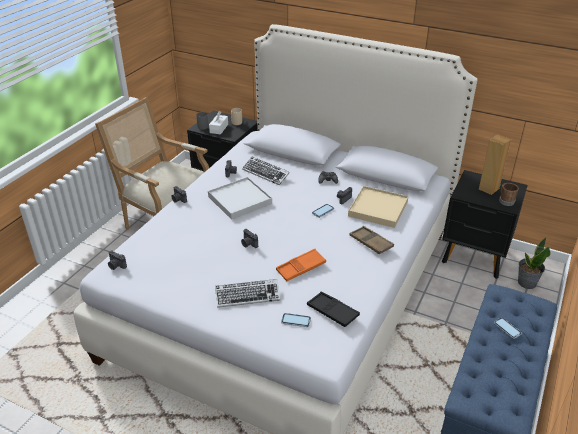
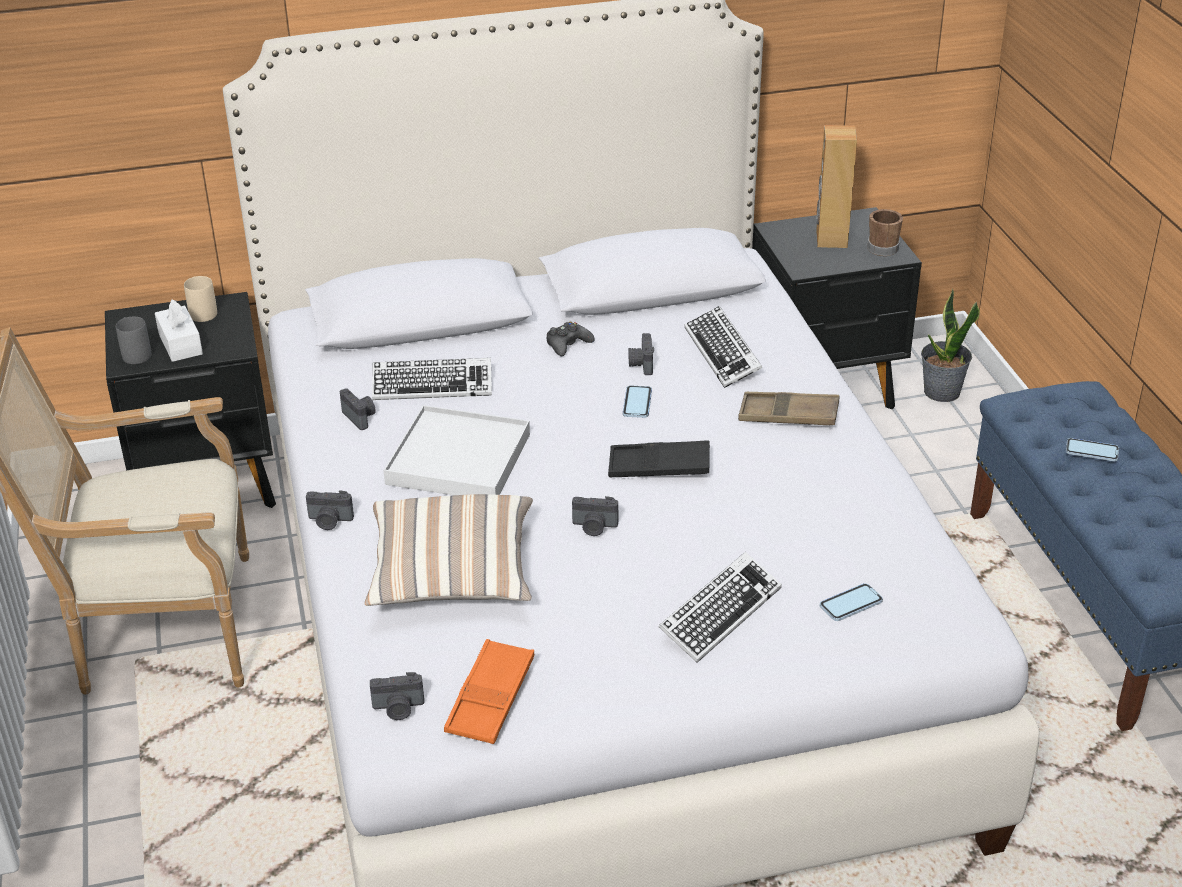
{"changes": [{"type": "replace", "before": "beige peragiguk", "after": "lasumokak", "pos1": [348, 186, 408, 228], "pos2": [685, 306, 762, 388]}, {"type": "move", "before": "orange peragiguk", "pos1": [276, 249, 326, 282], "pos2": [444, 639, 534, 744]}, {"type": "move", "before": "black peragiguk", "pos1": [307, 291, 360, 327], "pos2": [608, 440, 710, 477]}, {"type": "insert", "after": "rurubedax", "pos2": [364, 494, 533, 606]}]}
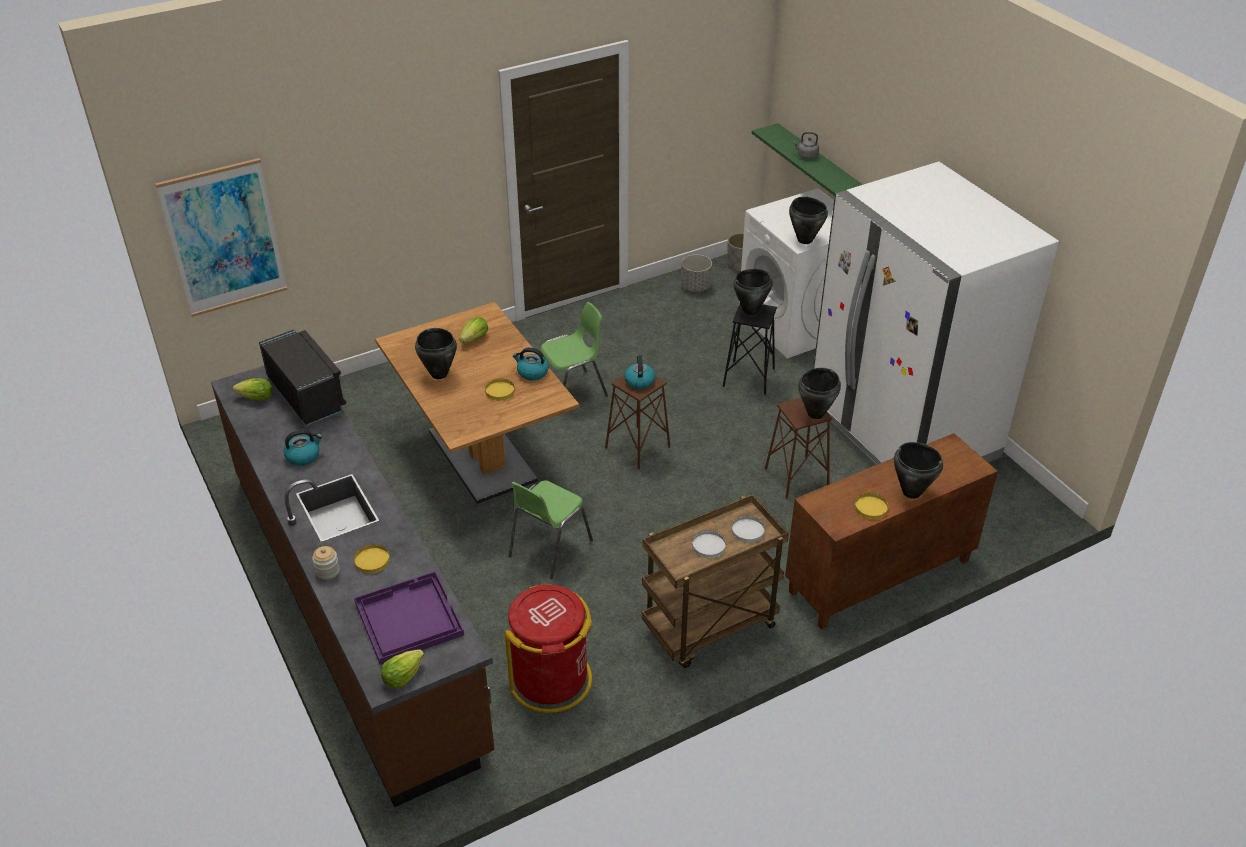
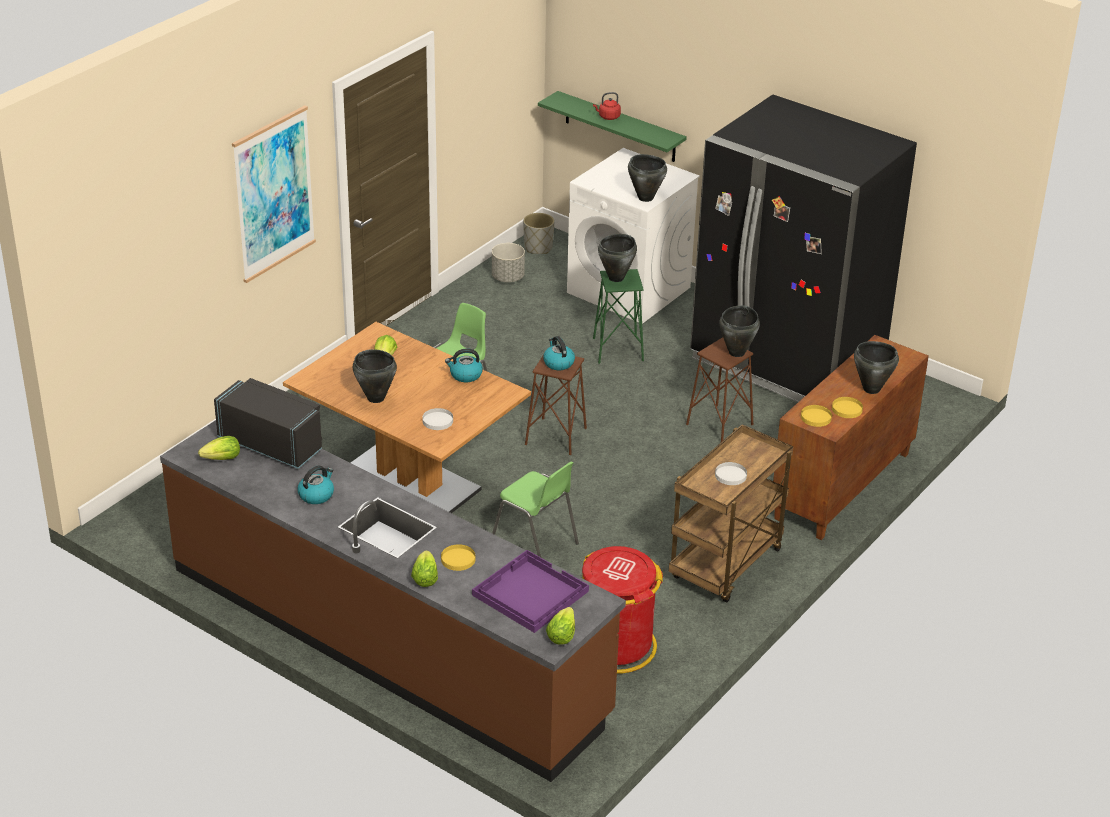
{"changes": [{"type": "recolor", "before": "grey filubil", "after": "red filubil", "pos1": [793, 132, 819, 159], "pos2": [593, 92, 621, 120]}, {"type": "move", "before": "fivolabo", "pos1": [155, 158, 287, 317], "pos2": [232, 105, 316, 283]}, {"type": "recolor", "before": "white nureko", "after": "black nureko", "pos1": [813, 162, 1059, 465], "pos2": [690, 95, 917, 402]}, {"type": "recolor", "before": "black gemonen", "after": "green gemonen", "pos1": [723, 304, 777, 395], "pos2": [593, 269, 644, 364]}, {"type": "move", "before": "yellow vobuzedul", "pos1": [485, 378, 515, 401], "pos2": [801, 405, 832, 427]}, {"type": "rotate", "before": "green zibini", "pos1": [509, 480, 593, 579], "pos2": [492, 461, 579, 557], "turn": -60}, {"type": "move", "before": "white vobuzedul", "pos1": [731, 516, 765, 543], "pos2": [422, 408, 453, 430]}, {"type": "replace", "before": "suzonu", "after": "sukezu", "pos1": [312, 546, 340, 580], "pos2": [411, 550, 438, 587]}]}
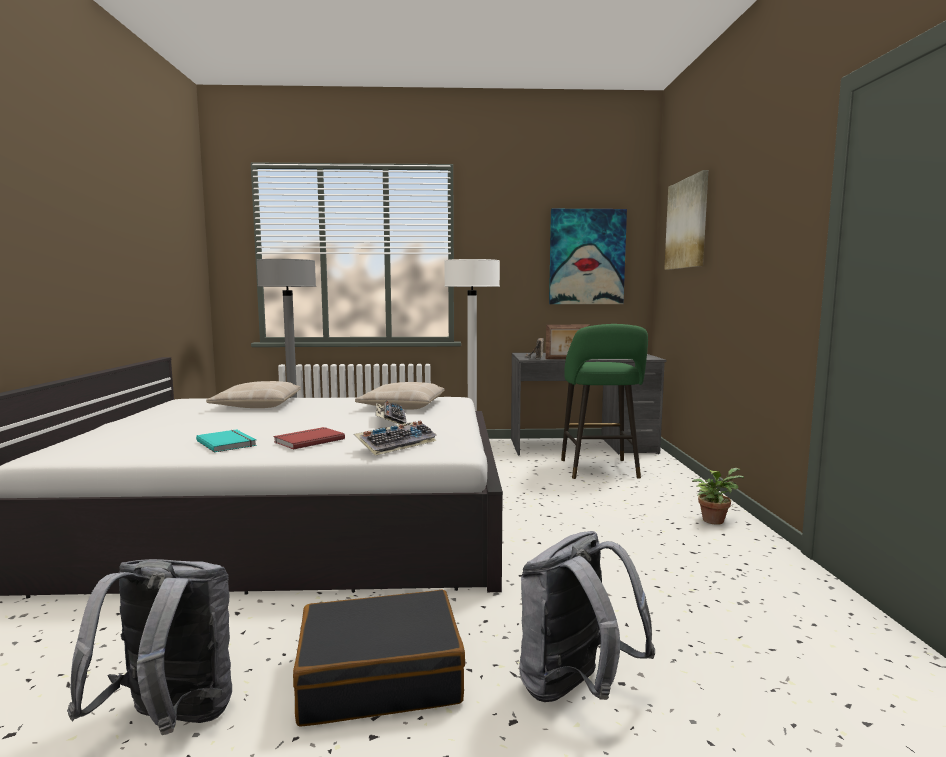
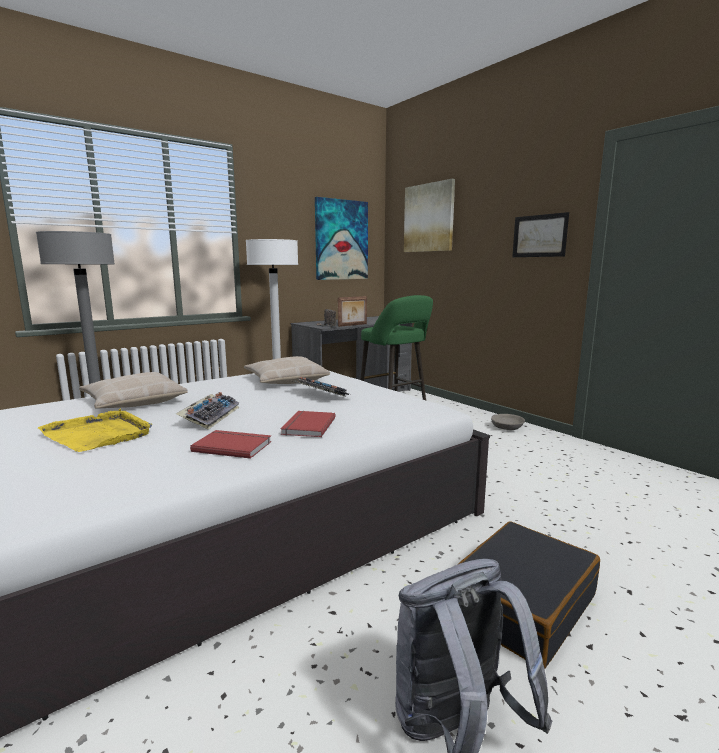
{"changes": [{"type": "move", "before": "lasumokak", "pos1": [354, 421, 437, 456], "pos2": [176, 392, 240, 430]}, {"type": "recolor", "before": "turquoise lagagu", "after": "red lagagu", "pos1": [196, 429, 257, 453], "pos2": [190, 430, 271, 459]}, {"type": "replace", "before": "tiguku", "after": "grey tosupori", "pos1": [692, 468, 744, 525], "pos2": [491, 414, 525, 430]}, {"type": "delete", "before": "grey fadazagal", "pos1": [519, 531, 655, 702]}, {"type": "insert", "after": "fivolabo", "pos2": [512, 212, 569, 257]}, {"type": "insert", "after": "yellow peragiguk", "pos2": [38, 408, 152, 452]}]}
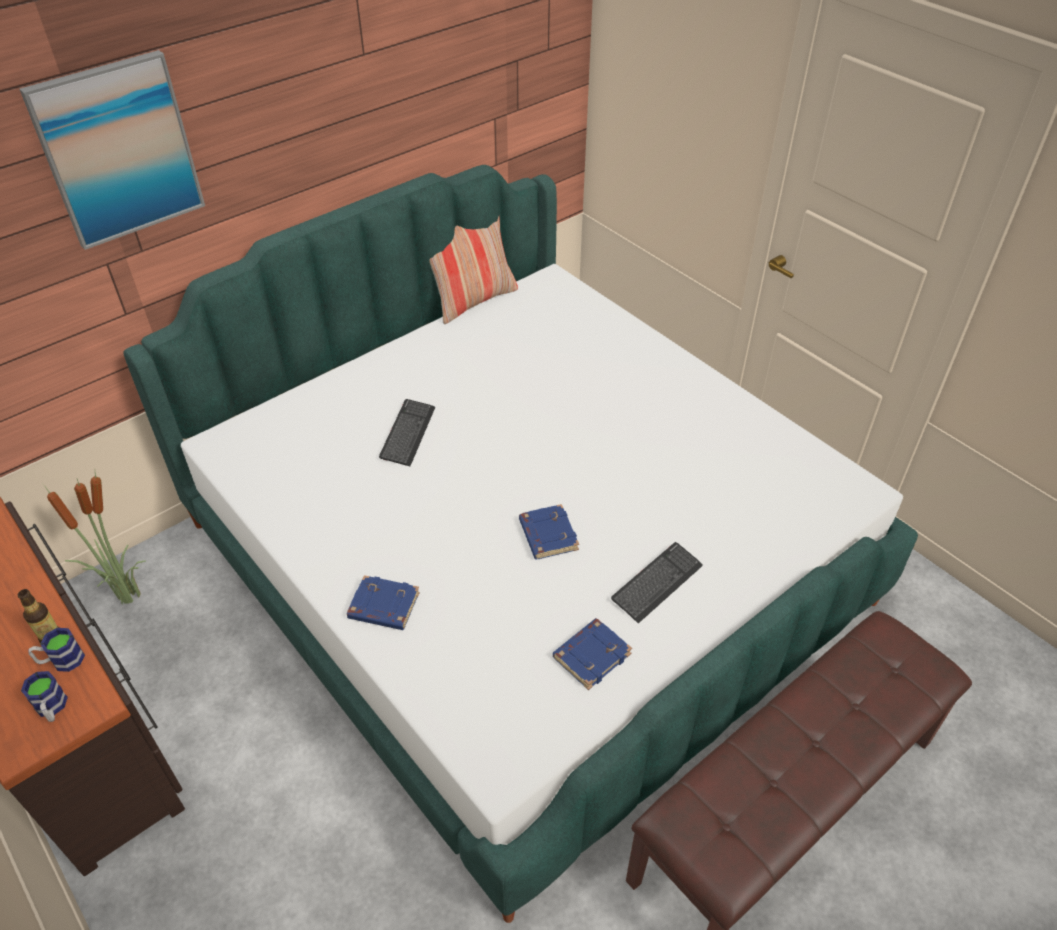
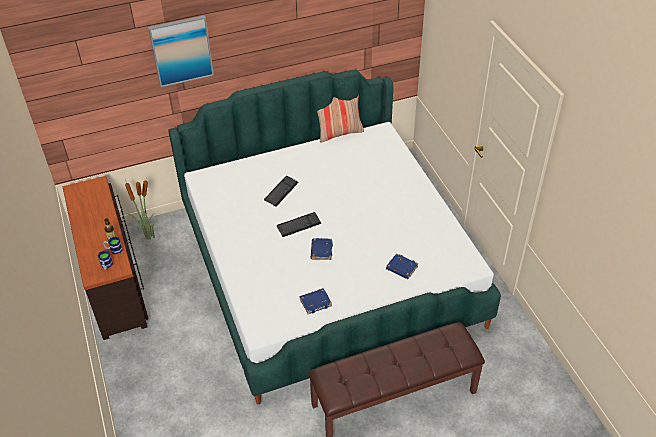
{"changes": [{"type": "move", "before": "lasumokak", "pos1": [611, 542, 703, 623], "pos2": [277, 212, 321, 237]}, {"type": "move", "before": "blue lagagu", "pos1": [347, 575, 420, 630], "pos2": [386, 253, 418, 279]}]}
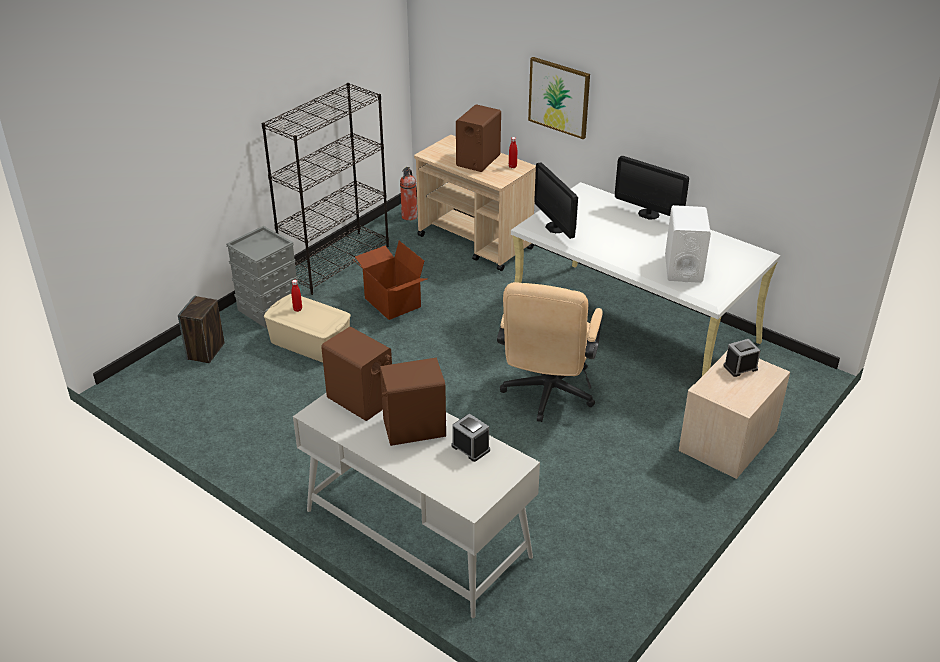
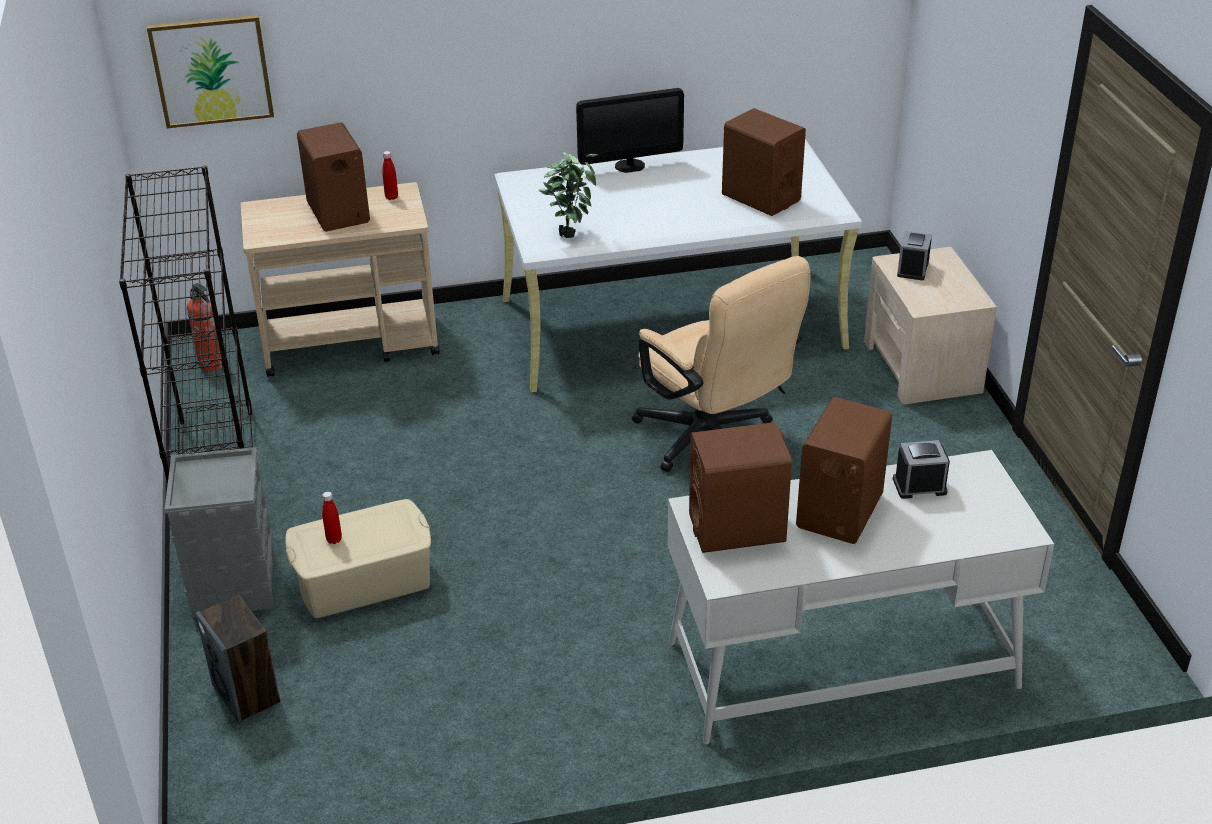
{"changes": [{"type": "move", "before": "fivolabo", "pos1": [528, 57, 590, 139], "pos2": [147, 15, 274, 128]}, {"type": "replace", "before": "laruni", "after": "tiguku", "pos1": [535, 162, 578, 239], "pos2": [538, 152, 598, 238]}, {"type": "recolor", "before": "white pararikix", "after": "brown pararikix", "pos1": [665, 205, 711, 283], "pos2": [722, 108, 806, 216]}, {"type": "delete", "before": "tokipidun", "pos1": [355, 241, 427, 320]}]}
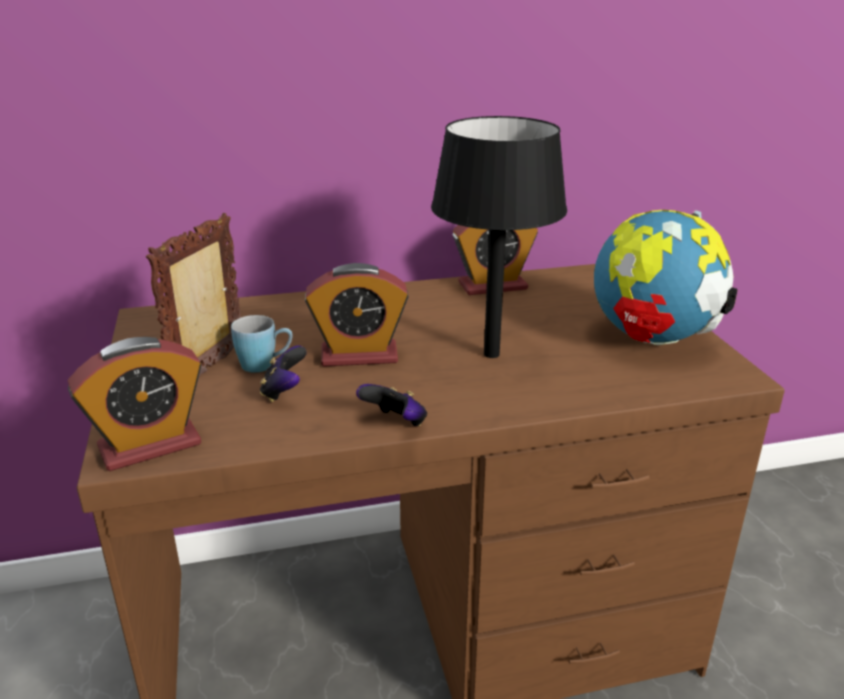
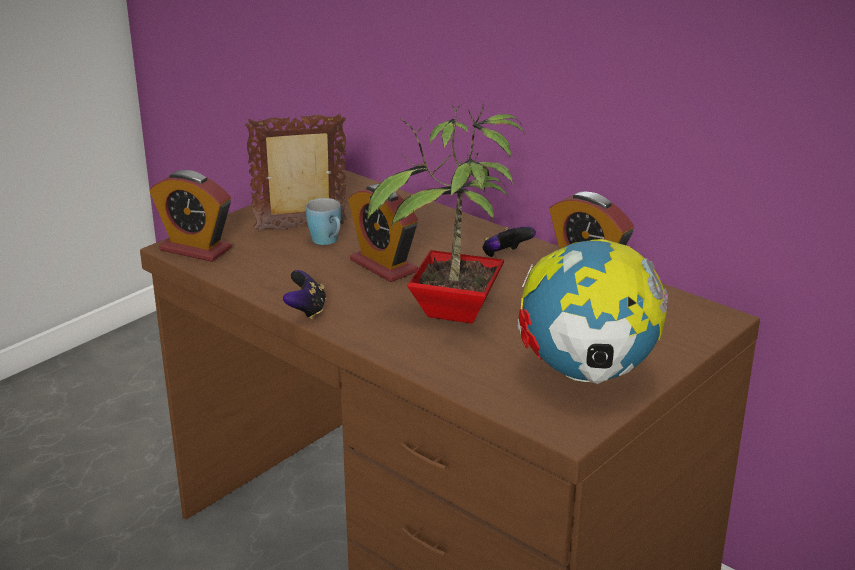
{"changes": [{"type": "replace", "before": "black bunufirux", "after": "tiguku", "pos1": [431, 116, 567, 358], "pos2": [367, 102, 525, 324]}, {"type": "move", "before": "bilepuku", "pos1": [260, 345, 307, 402], "pos2": [482, 226, 536, 257]}]}
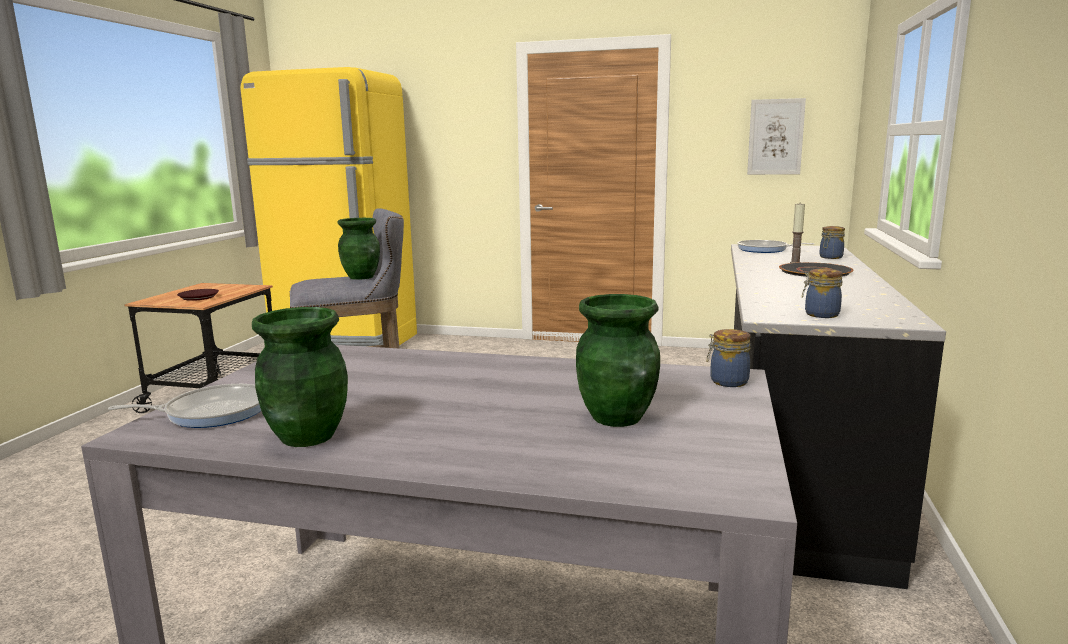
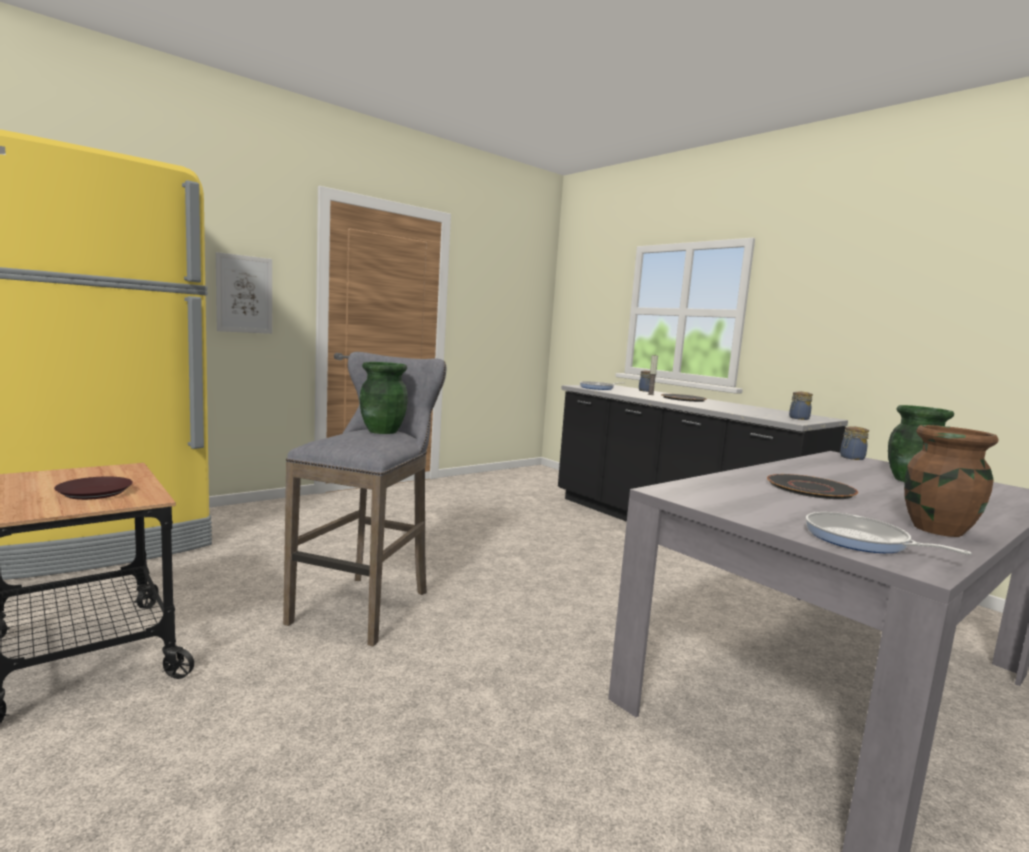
{"changes": [{"type": "move", "before": "fivolabo", "pos1": [747, 98, 806, 175], "pos2": [216, 252, 272, 334]}, {"type": "recolor", "before": "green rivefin", "after": "brown rivefin", "pos1": [252, 307, 348, 447], "pos2": [904, 425, 999, 537]}, {"type": "rotate", "before": "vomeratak", "pos1": [108, 384, 261, 428], "pos2": [806, 512, 972, 555], "turn": -60}, {"type": "insert", "after": "black vobuzedul", "pos2": [767, 474, 858, 499]}]}
